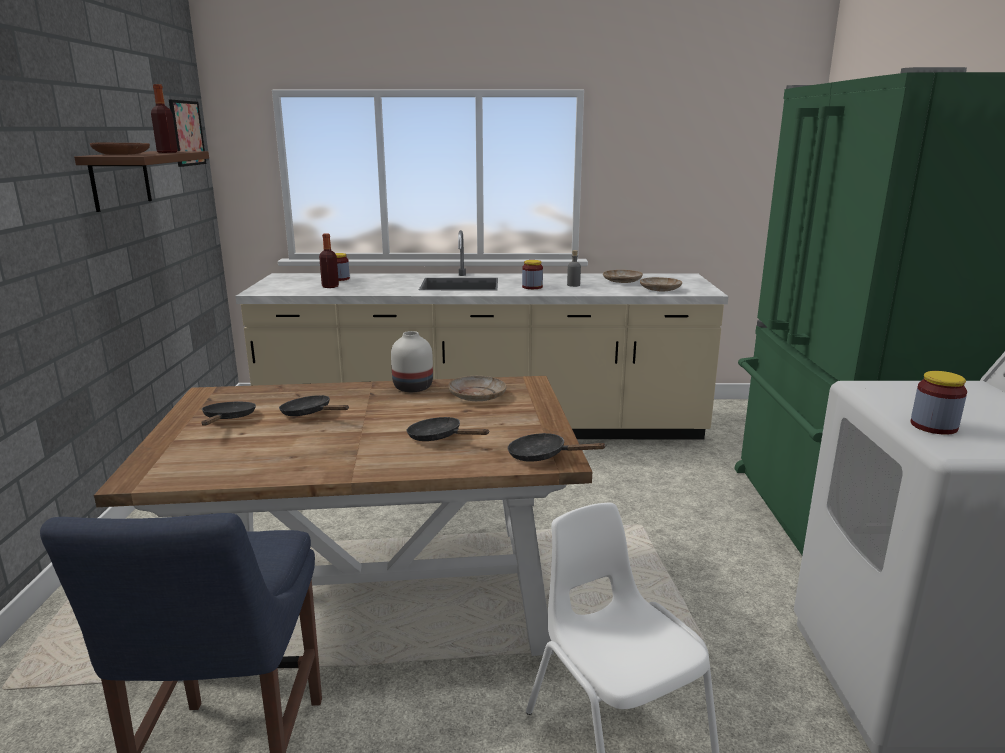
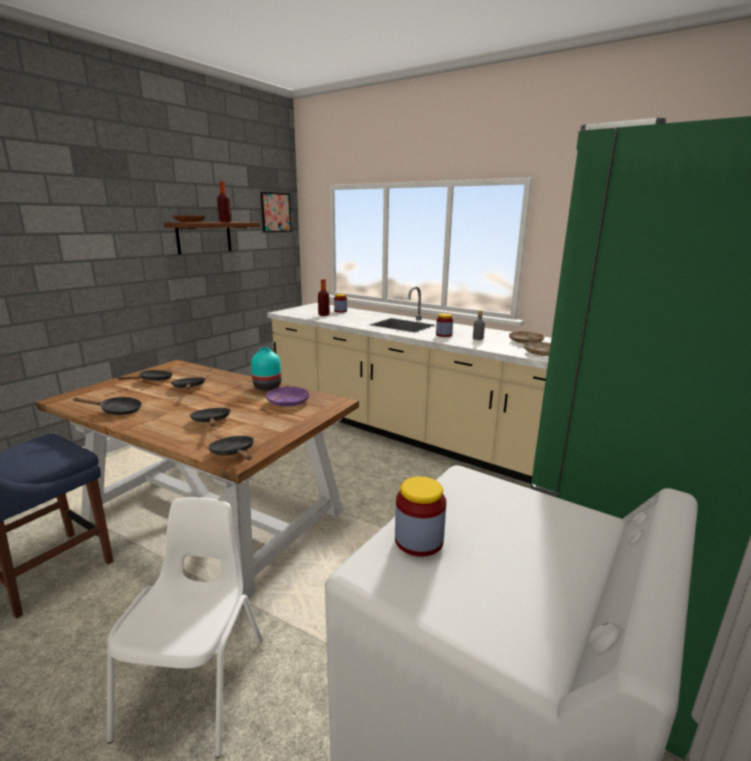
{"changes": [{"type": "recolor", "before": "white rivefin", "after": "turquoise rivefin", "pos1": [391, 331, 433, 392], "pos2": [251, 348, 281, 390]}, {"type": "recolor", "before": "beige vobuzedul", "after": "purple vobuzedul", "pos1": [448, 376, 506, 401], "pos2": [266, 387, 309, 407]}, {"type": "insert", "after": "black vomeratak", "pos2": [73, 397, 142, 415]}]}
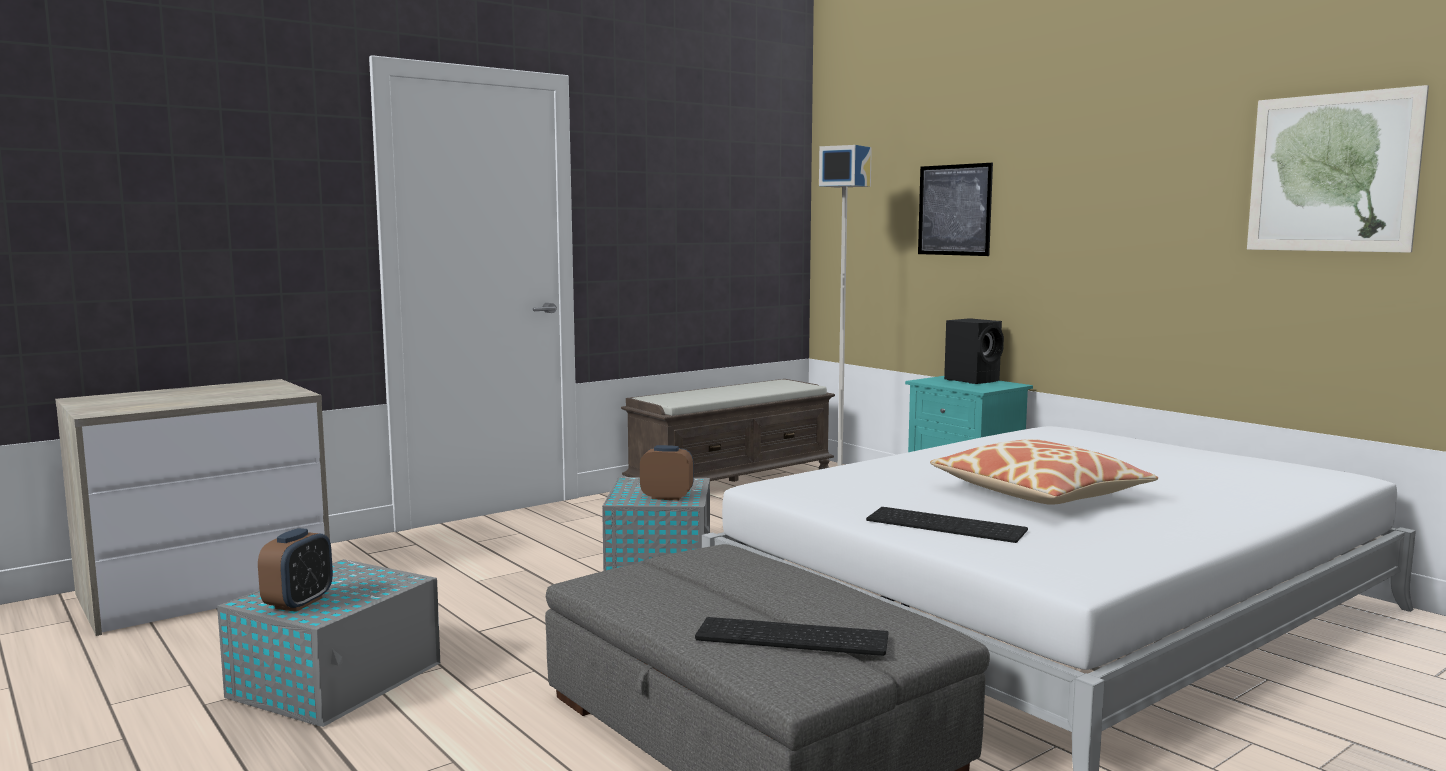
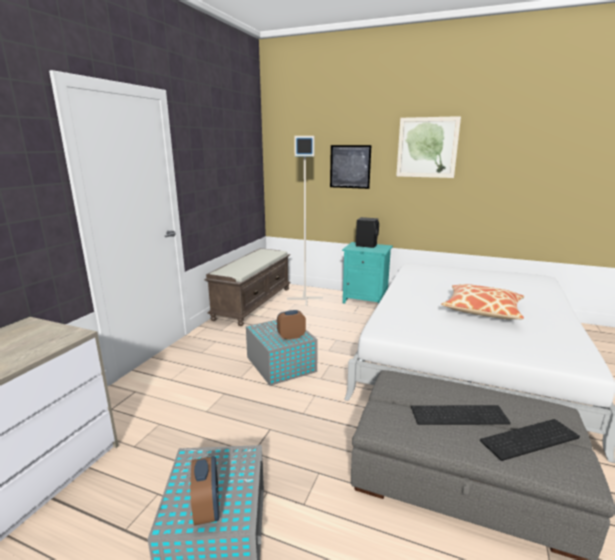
{"changes": [{"type": "move", "before": "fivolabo", "pos1": [1247, 85, 1429, 253], "pos2": [396, 116, 461, 178]}, {"type": "move", "before": "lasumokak", "pos1": [866, 507, 1028, 543], "pos2": [411, 405, 511, 425]}]}
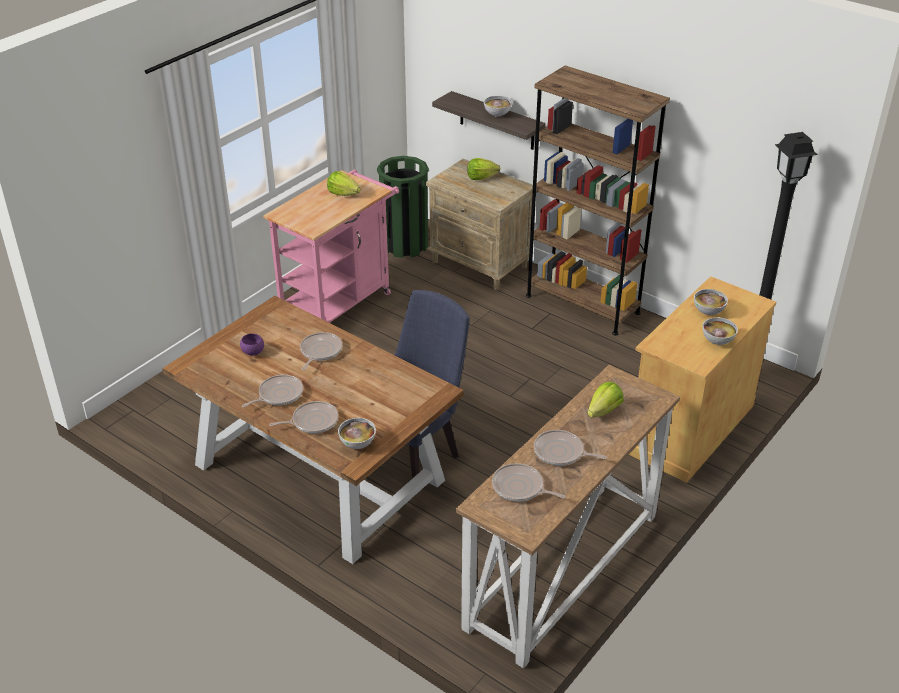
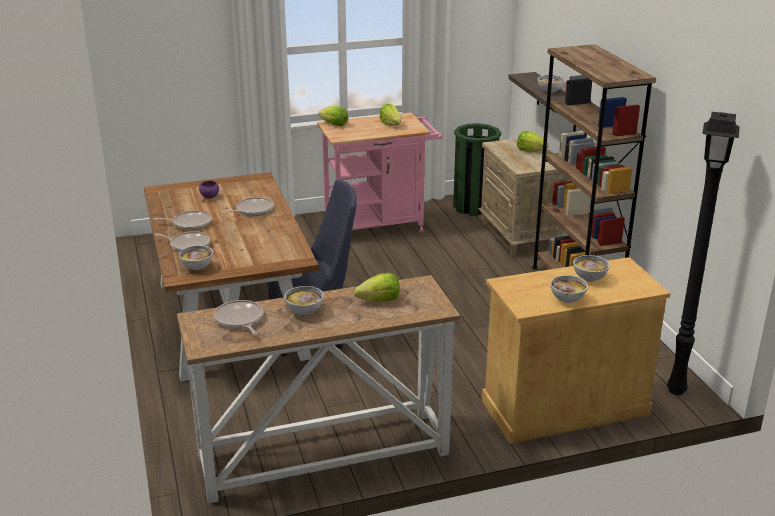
{"changes": [{"type": "replace", "before": "vomeratak", "after": "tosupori", "pos1": [534, 430, 607, 466], "pos2": [284, 286, 323, 315]}, {"type": "insert", "after": "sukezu", "pos2": [319, 106, 348, 126]}]}
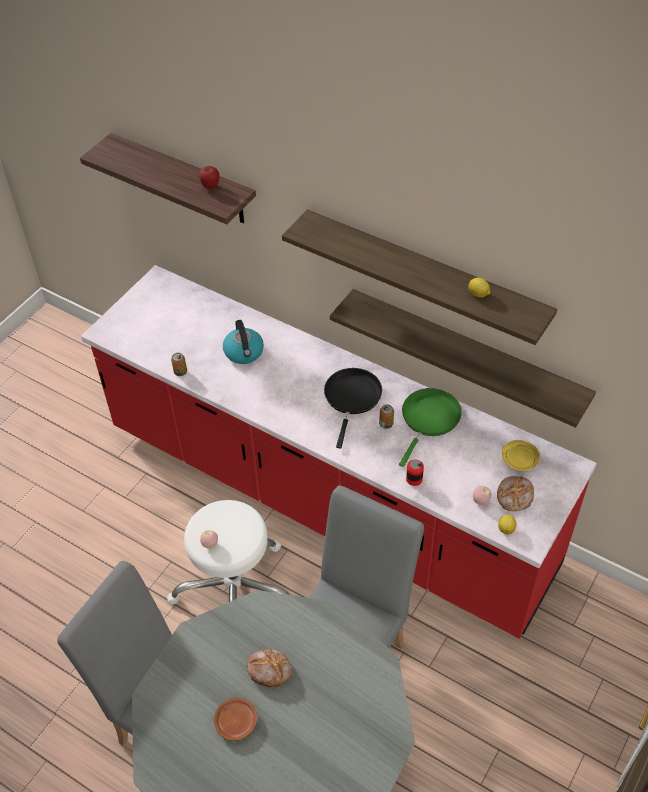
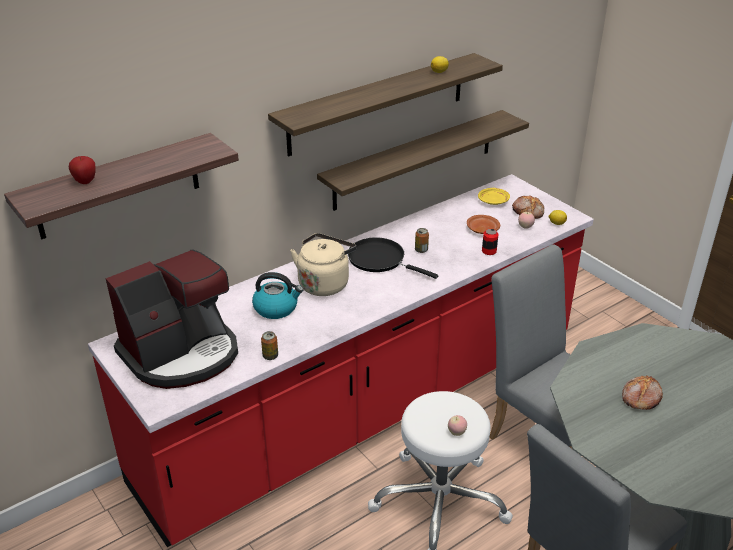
{"changes": [{"type": "move", "before": "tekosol", "pos1": [199, 166, 220, 189], "pos2": [69, 156, 96, 184]}, {"type": "delete", "before": "green vomeratak", "pos1": [399, 388, 462, 467]}, {"type": "move", "before": "brown vobuzedul", "pos1": [214, 698, 257, 741], "pos2": [467, 215, 500, 234]}, {"type": "insert", "after": "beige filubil", "pos2": [290, 233, 357, 296]}, {"type": "insert", "after": "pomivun", "pos2": [106, 249, 238, 389]}]}
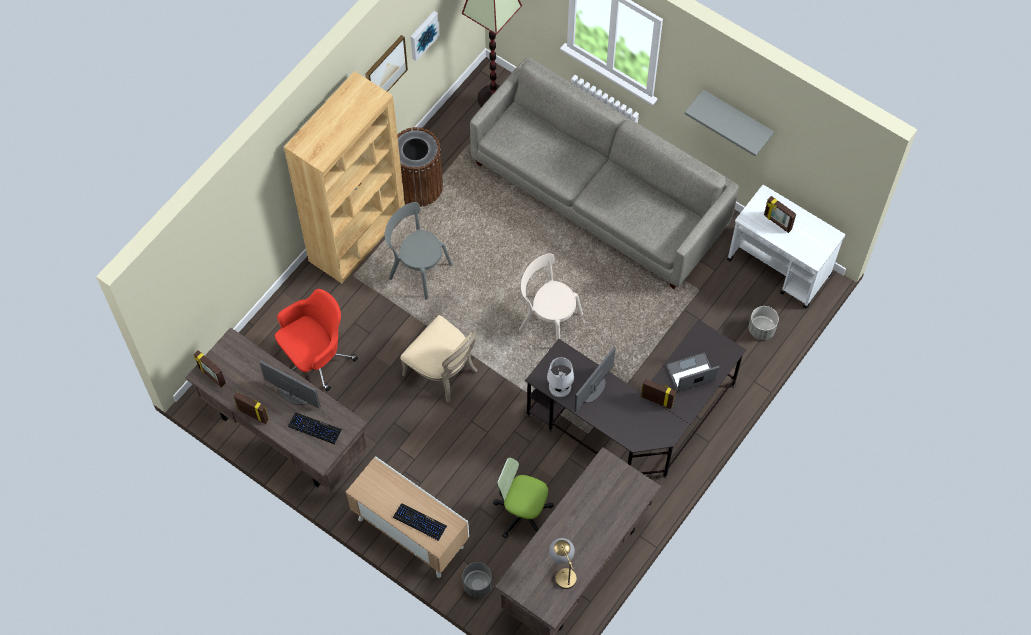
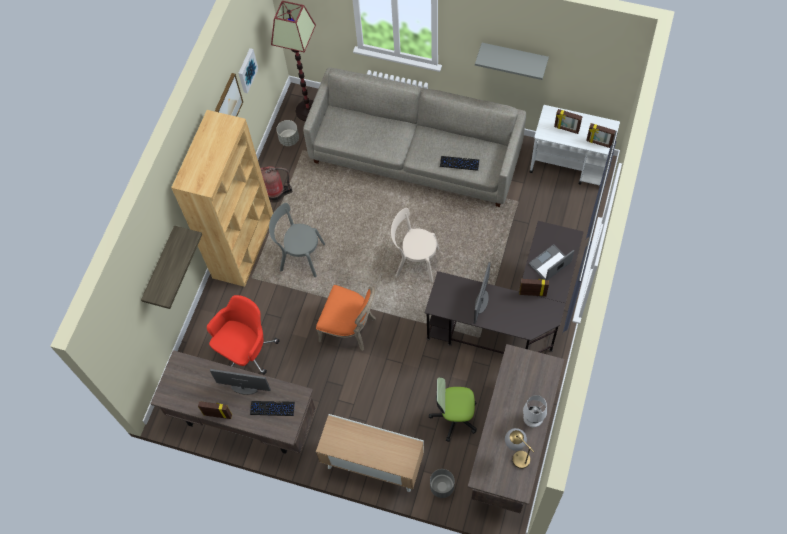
{"changes": [{"type": "replace", "before": "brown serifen", "after": "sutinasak", "pos1": [397, 127, 443, 207], "pos2": [260, 166, 293, 203]}, {"type": "move", "before": "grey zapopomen", "pos1": [749, 306, 779, 340], "pos2": [276, 120, 299, 146]}, {"type": "recolor", "before": "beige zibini", "after": "orange zibini", "pos1": [400, 315, 478, 403], "pos2": [316, 285, 376, 351]}, {"type": "move", "before": "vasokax", "pos1": [194, 350, 226, 387], "pos2": [586, 123, 616, 148]}, {"type": "move", "before": "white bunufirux", "pos1": [547, 357, 574, 397], "pos2": [523, 395, 547, 427]}, {"type": "move", "before": "lasumokak", "pos1": [393, 503, 447, 541], "pos2": [440, 156, 479, 171]}, {"type": "insert", "after": "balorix", "pos2": [141, 225, 202, 309]}]}
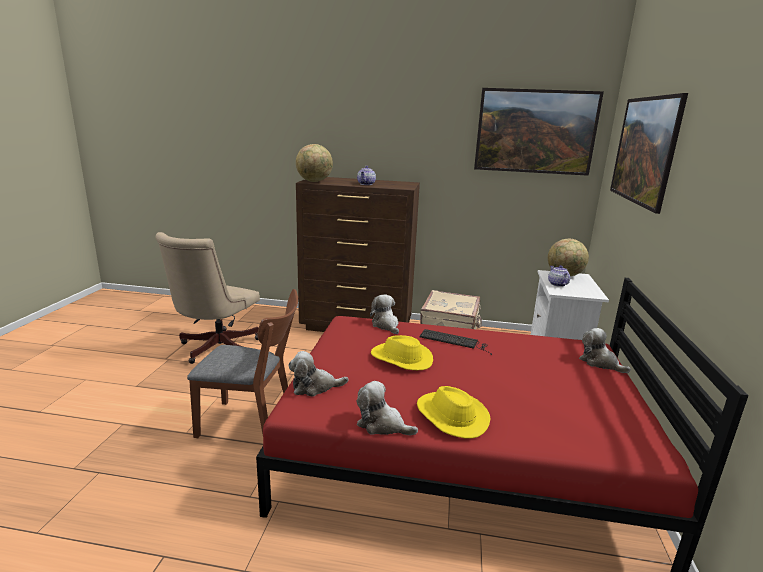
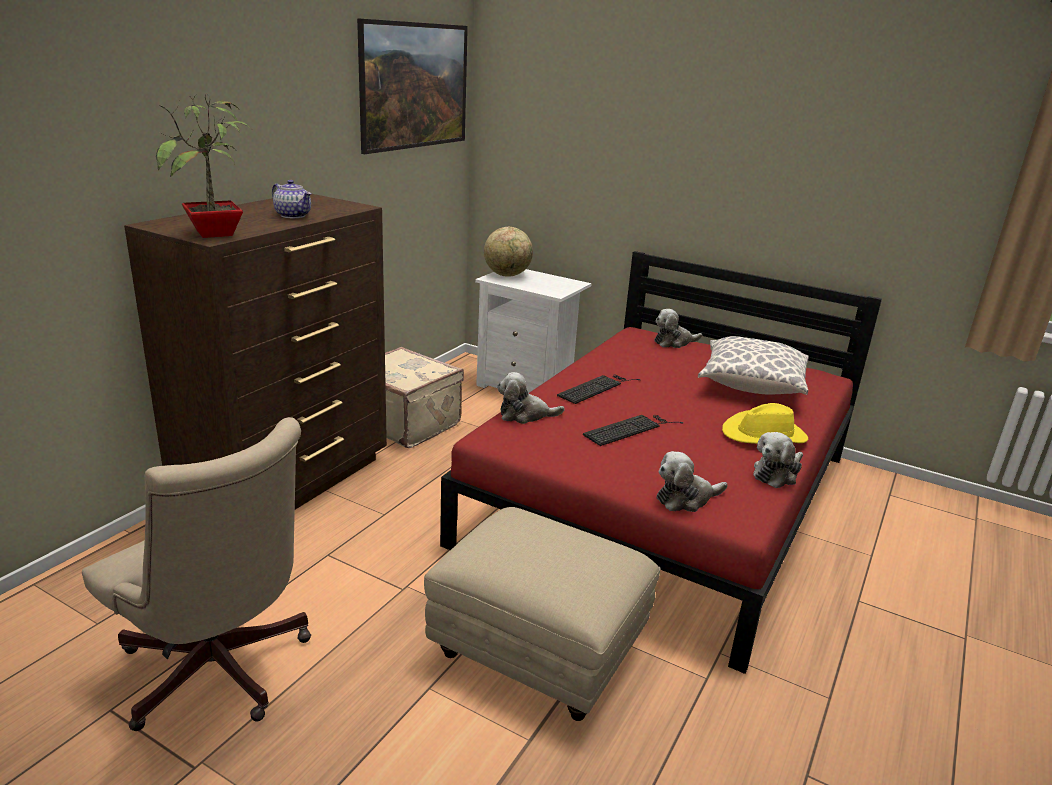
{"changes": [{"type": "delete", "before": "fivolabo", "pos1": [610, 93, 688, 214]}, {"type": "replace", "before": "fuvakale", "after": "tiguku", "pos1": [296, 144, 333, 182], "pos2": [156, 93, 253, 238]}, {"type": "delete", "before": "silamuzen", "pos1": [548, 265, 570, 287]}, {"type": "replace", "before": "brown zibini", "after": "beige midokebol", "pos1": [187, 289, 298, 438], "pos2": [424, 507, 660, 721]}, {"type": "replace", "before": "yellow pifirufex", "after": "lasumokak", "pos1": [371, 335, 433, 370], "pos2": [583, 415, 683, 446]}, {"type": "rotate", "before": "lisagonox", "pos1": [288, 351, 349, 397], "pos2": [656, 451, 727, 512], "turn": 60}, {"type": "insert", "after": "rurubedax", "pos2": [698, 336, 809, 395]}]}
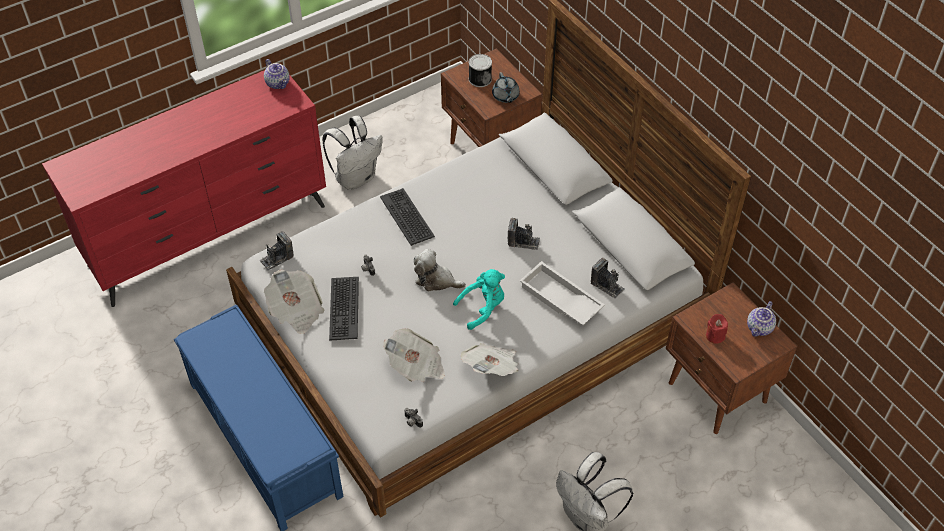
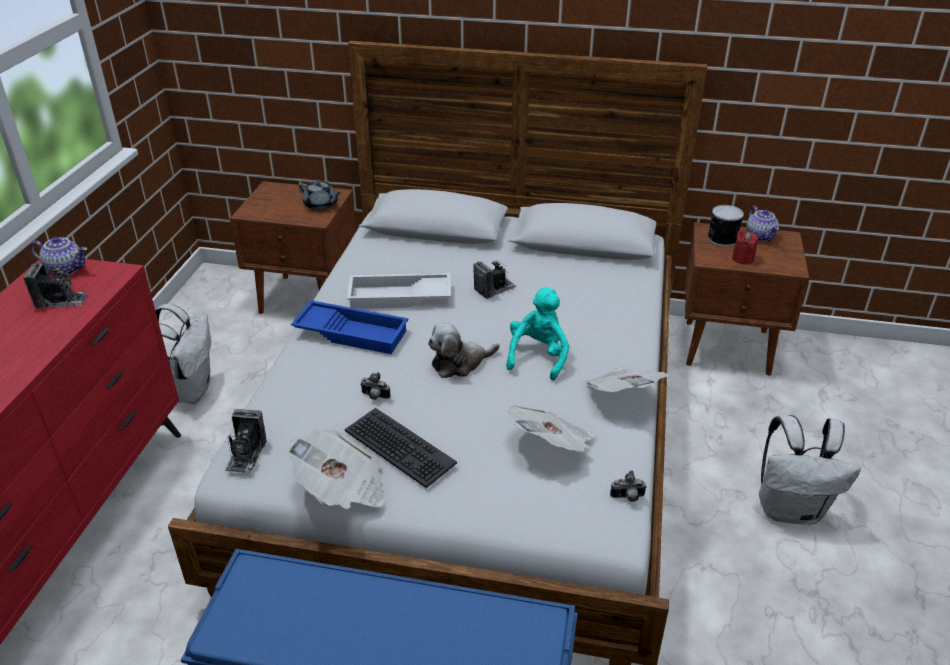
{"changes": [{"type": "move", "before": "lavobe", "pos1": [469, 54, 492, 87], "pos2": [707, 205, 744, 247]}, {"type": "replace", "before": "lasumokak", "after": "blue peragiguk", "pos1": [380, 188, 435, 246], "pos2": [291, 300, 409, 354]}, {"type": "move", "before": "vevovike", "pos1": [591, 258, 624, 299], "pos2": [23, 262, 88, 308]}, {"type": "move", "before": "white peragiguk", "pos1": [520, 261, 605, 325], "pos2": [347, 273, 451, 309]}]}
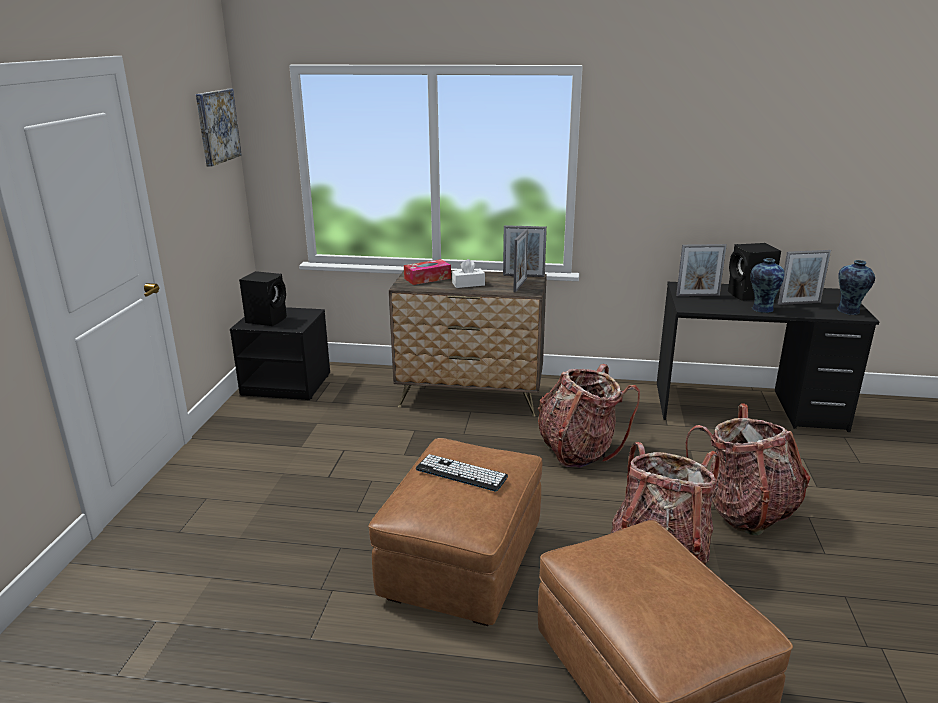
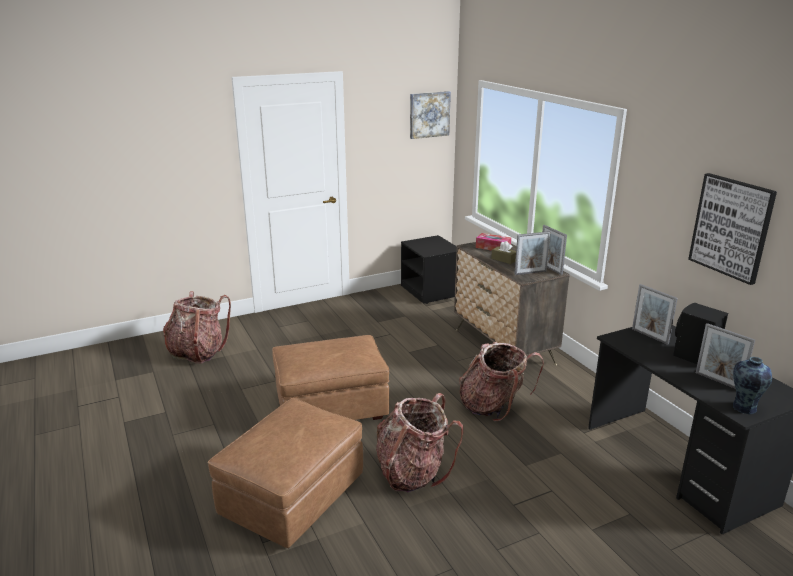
{"changes": [{"type": "delete", "before": "rivefin", "pos1": [750, 258, 785, 313]}, {"type": "recolor", "before": "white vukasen", "after": "brown vukasen", "pos1": [452, 259, 485, 288], "pos2": [491, 241, 516, 264]}, {"type": "delete", "before": "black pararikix", "pos1": [239, 271, 287, 326]}, {"type": "move", "before": "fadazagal", "pos1": [685, 404, 811, 536], "pos2": [163, 291, 231, 364]}, {"type": "delete", "before": "lasumokak", "pos1": [416, 454, 508, 491]}, {"type": "insert", "after": "fivolabo", "pos2": [688, 173, 777, 285]}]}
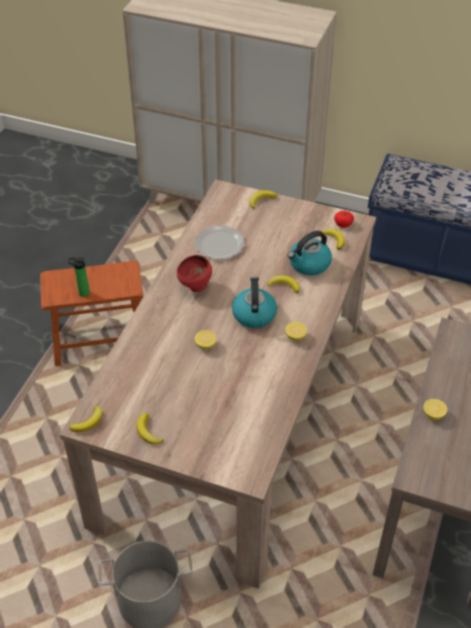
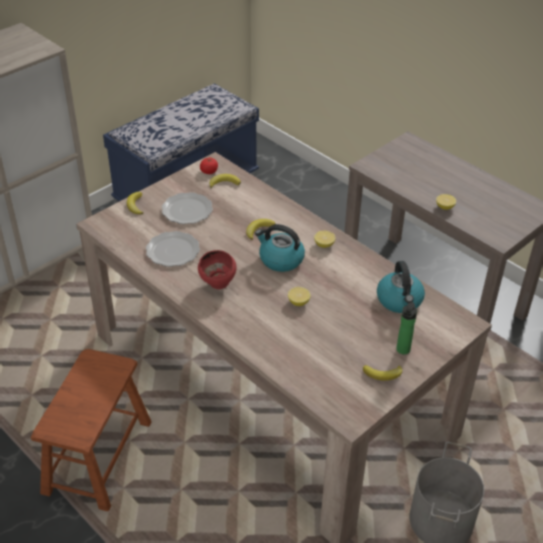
{"changes": [{"type": "move", "before": "filubil", "pos1": [288, 231, 332, 276], "pos2": [377, 261, 425, 313]}, {"type": "move", "before": "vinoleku", "pos1": [68, 257, 90, 297], "pos2": [396, 302, 417, 355]}, {"type": "delete", "before": "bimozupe", "pos1": [69, 406, 103, 432]}, {"type": "insert", "after": "vobuzedul", "pos2": [162, 192, 213, 224]}]}
